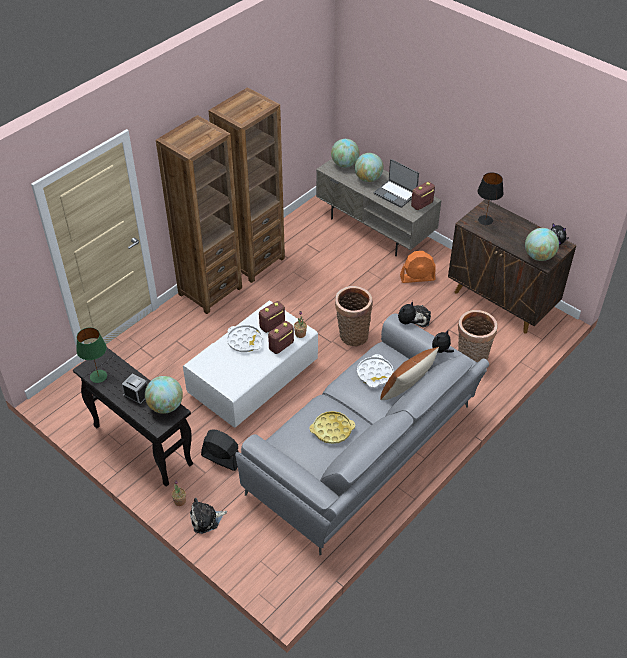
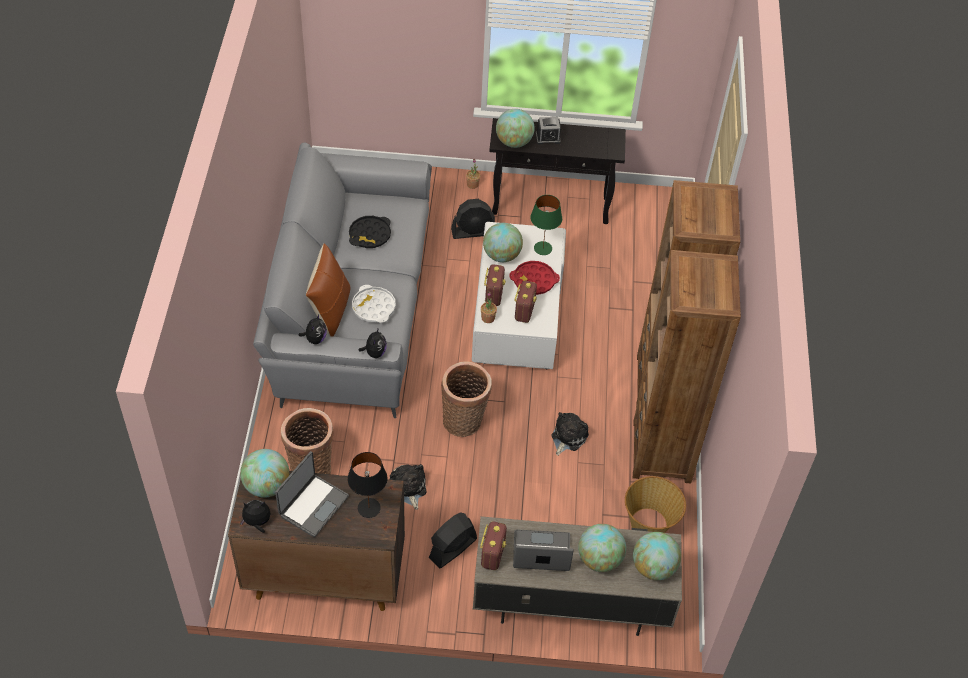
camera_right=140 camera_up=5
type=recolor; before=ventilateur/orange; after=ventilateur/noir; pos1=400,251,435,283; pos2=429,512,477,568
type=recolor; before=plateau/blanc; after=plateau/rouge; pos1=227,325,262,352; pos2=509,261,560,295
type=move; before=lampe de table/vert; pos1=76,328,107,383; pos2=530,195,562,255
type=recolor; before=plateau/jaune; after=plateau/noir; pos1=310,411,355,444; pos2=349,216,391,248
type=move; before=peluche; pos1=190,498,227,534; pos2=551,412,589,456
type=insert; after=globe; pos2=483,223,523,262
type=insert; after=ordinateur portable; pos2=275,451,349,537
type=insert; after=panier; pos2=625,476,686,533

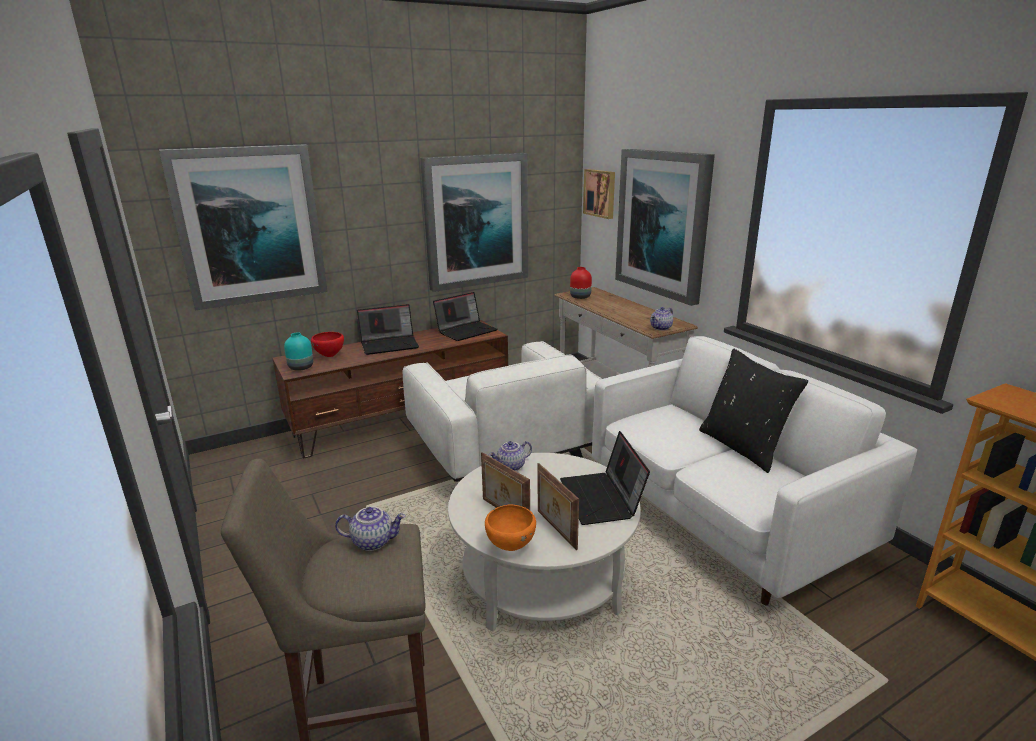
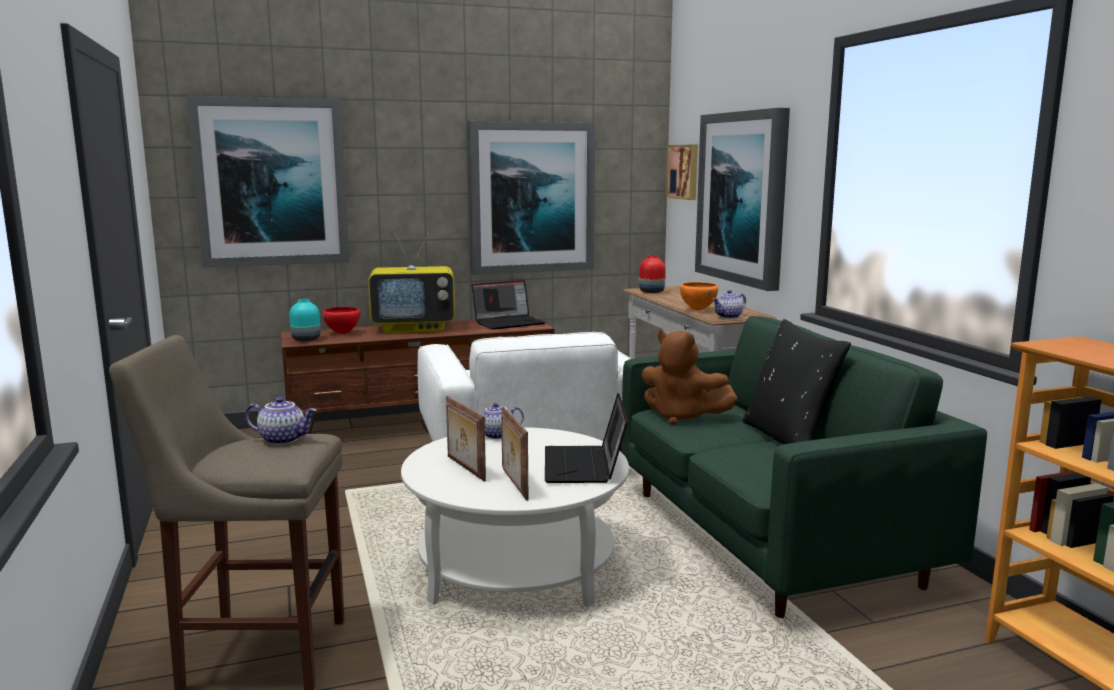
camera_right=10 camera_up=-10
type=replace; before=ordinateur portable; after=téléviseur; pos1=357,304,419,355; pos2=368,233,455,333
type=recolor; before=canapé/blanc; after=canapé/vert; pos1=592,336,917,605; pos2=621,316,987,618
type=move; before=bol/orange; pos1=485,505,536,551; pos2=680,282,718,310
type=insert; after=peluche/marron; pos2=642,330,738,425

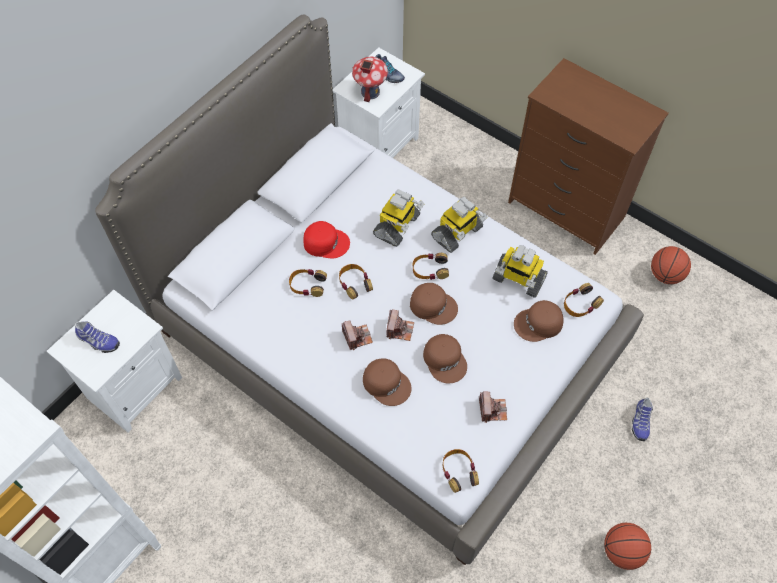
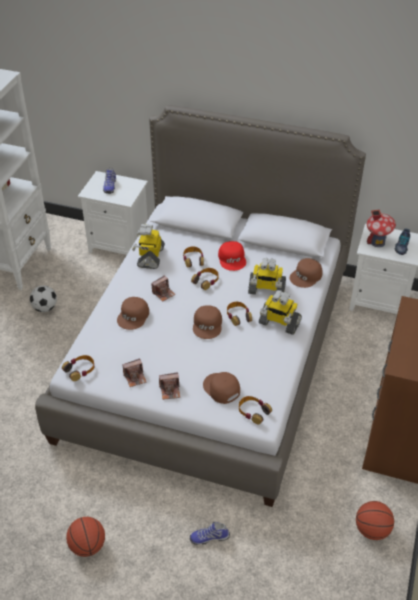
camera_right=70 camera_up=-15
type=move; before=robot jouet; pos1=492,245,548,298; pos2=132,224,165,269
type=move; before=appareil photo; pos1=387,309,414,341; pos2=159,372,180,400
type=move; before=casquette/marron; pos1=423,334,467,383; pos2=290,258,323,288
type=insert; after=ballon de foot; pos2=30,285,57,312

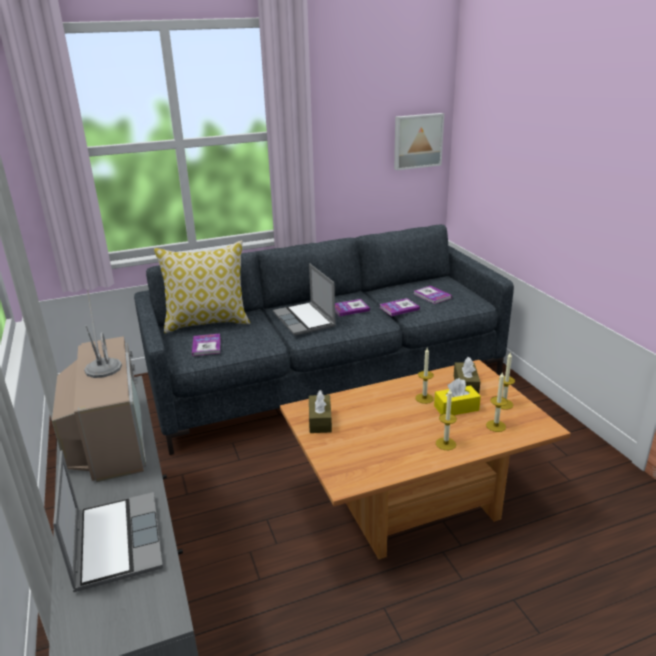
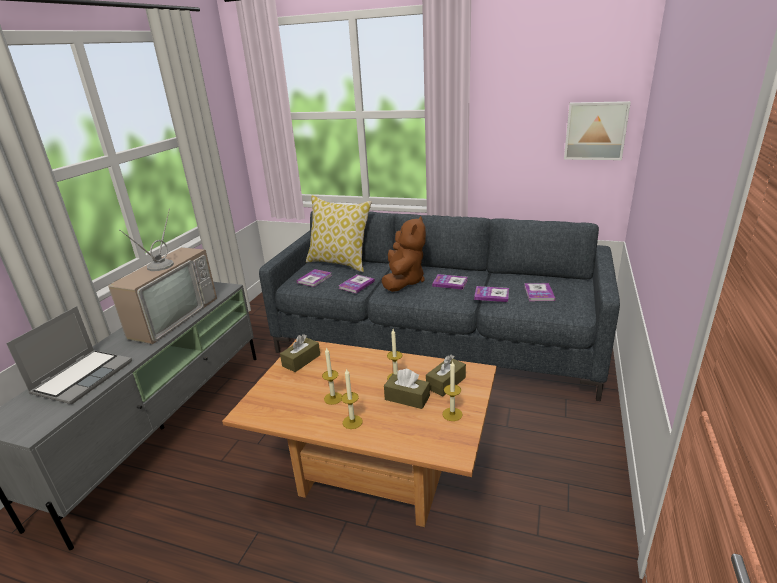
camera_right=40 camera_up=0
type=replace; before=ordinateur portable; after=peluche/marron; pos1=273,263,336,336; pos2=382,216,426,292
type=move; before=bougie; pos1=486,371,508,432; pos2=322,347,342,405
type=recolor; before=boîte à mouchoirs/jaune; after=boîte à mouchoirs/marron; pos1=434,378,481,415; pos2=384,369,430,409
type=insert; after=livre; pos2=339,275,375,293

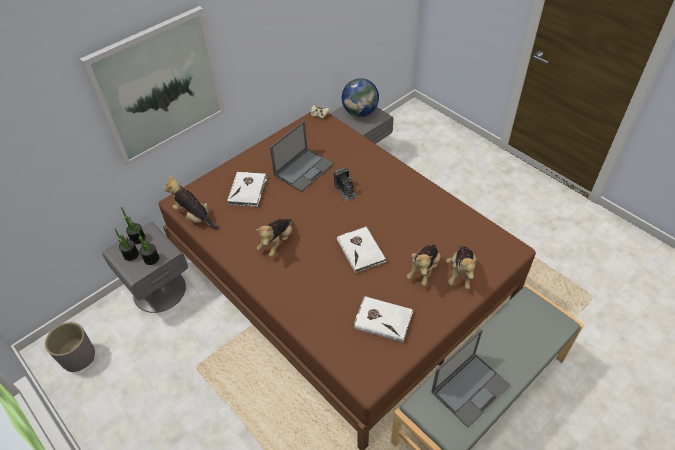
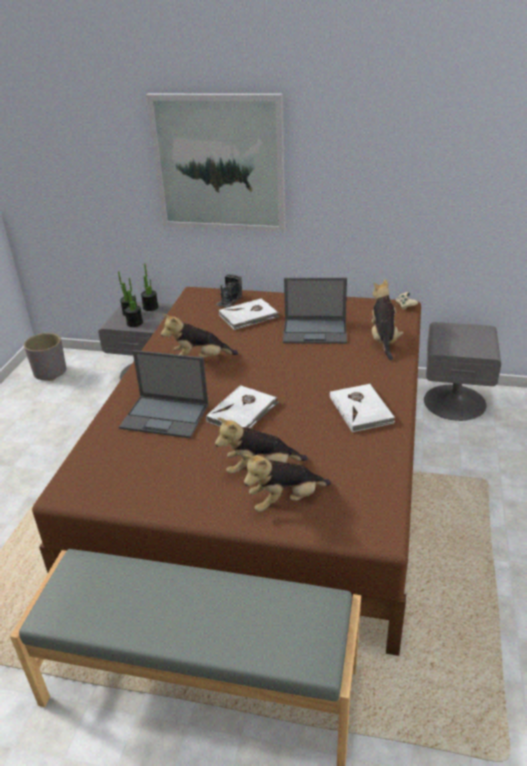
camera_right=55 camera_up=-15
type=delete; before=globe; pos1=342,78,379,117
type=move; before=appareil photo; pos1=334,167,358,201; pos2=216,274,242,308
type=move; before=peluche; pos1=163,175,219,229; pos2=372,279,404,361
type=move; before=livre/blanc; pos1=354,296,413,343; pos2=330,384,395,432
type=move; before=ordinateur portable; pos1=431,329,511,427; pos2=119,350,209,438

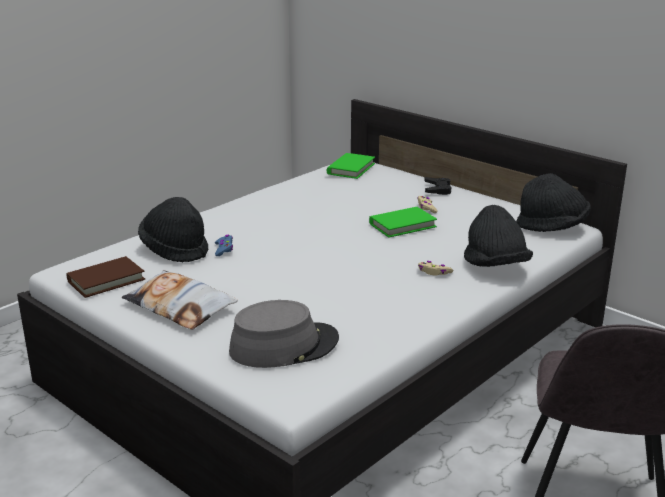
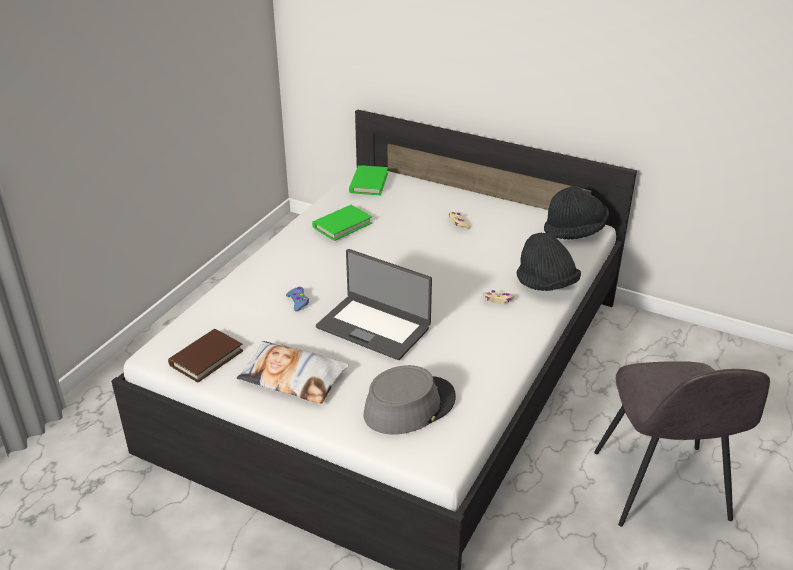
camera_right=-15 camera_up=10
type=delete; before=manette/noir; pos1=424,177,452,195
type=delete; before=chapeau/noir; pos1=138,197,208,262
type=move; before=livre/vert; pos1=369,207,437,238; pos2=312,205,372,241
type=insert; after=ordinateur portable; pos2=316,249,432,360

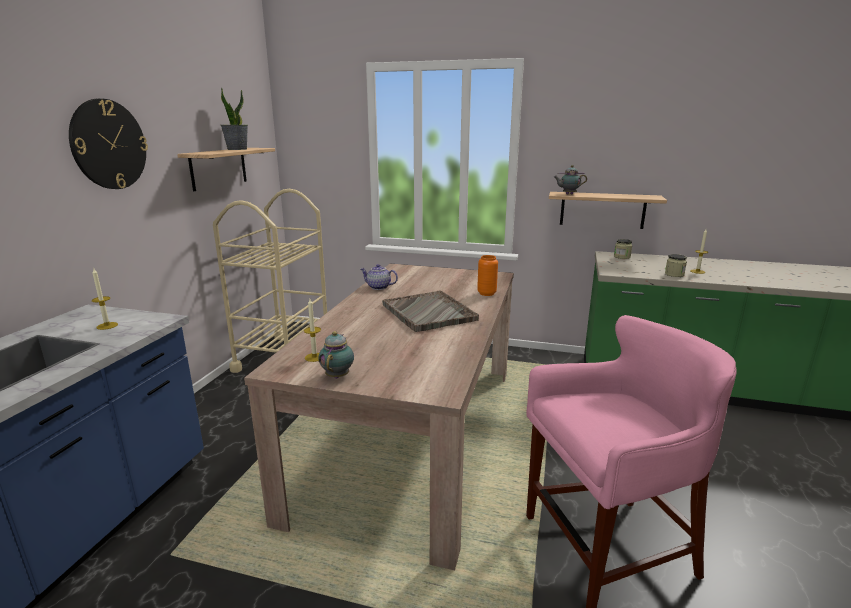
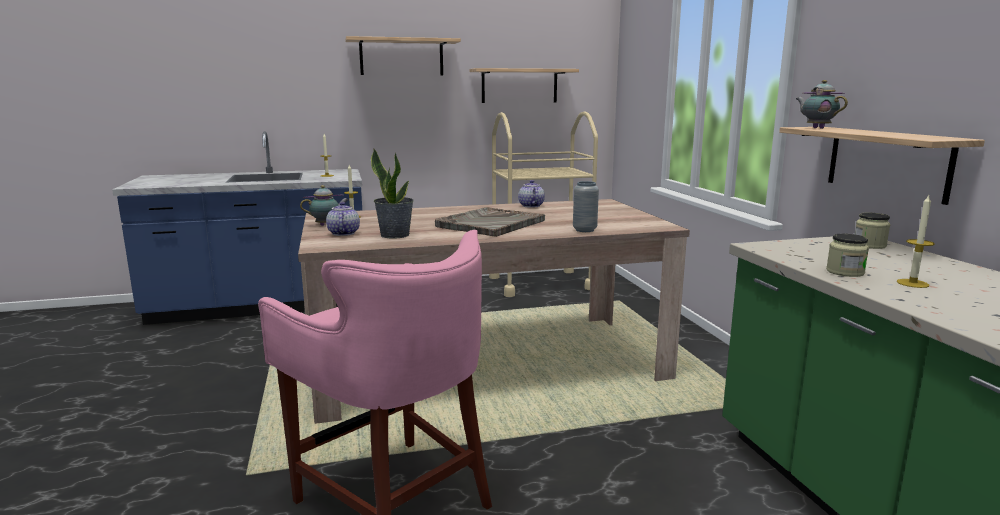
camera_right=60 camera_up=-5
type=move; before=plante en pot; pos1=221,87,248,150; pos2=371,148,414,239
type=replace; before=horloge murale; after=étagère; pos1=69,99,148,189; pos2=345,36,461,75
type=recolor; before=vase/orange; after=vase/gris; pos1=477,255,498,296; pos2=573,181,599,232
type=insert; after=théière; pos2=326,202,360,236

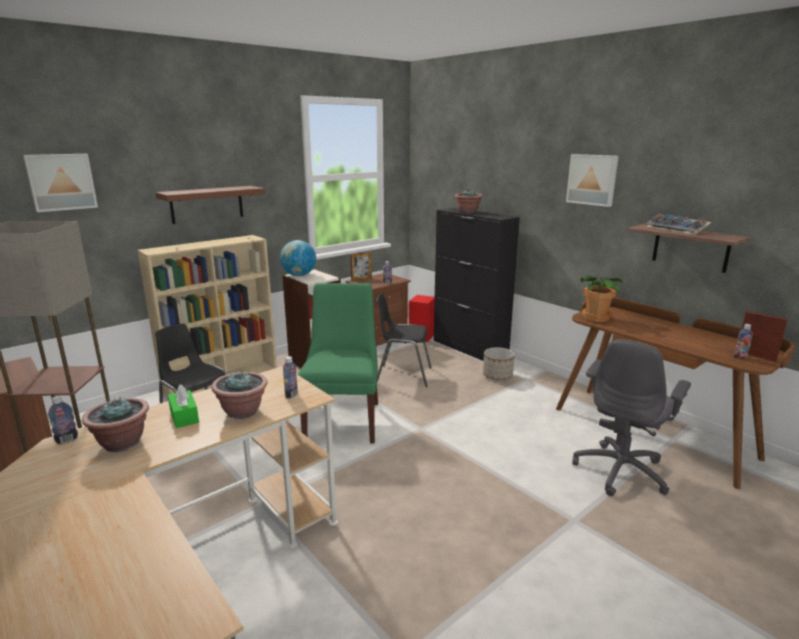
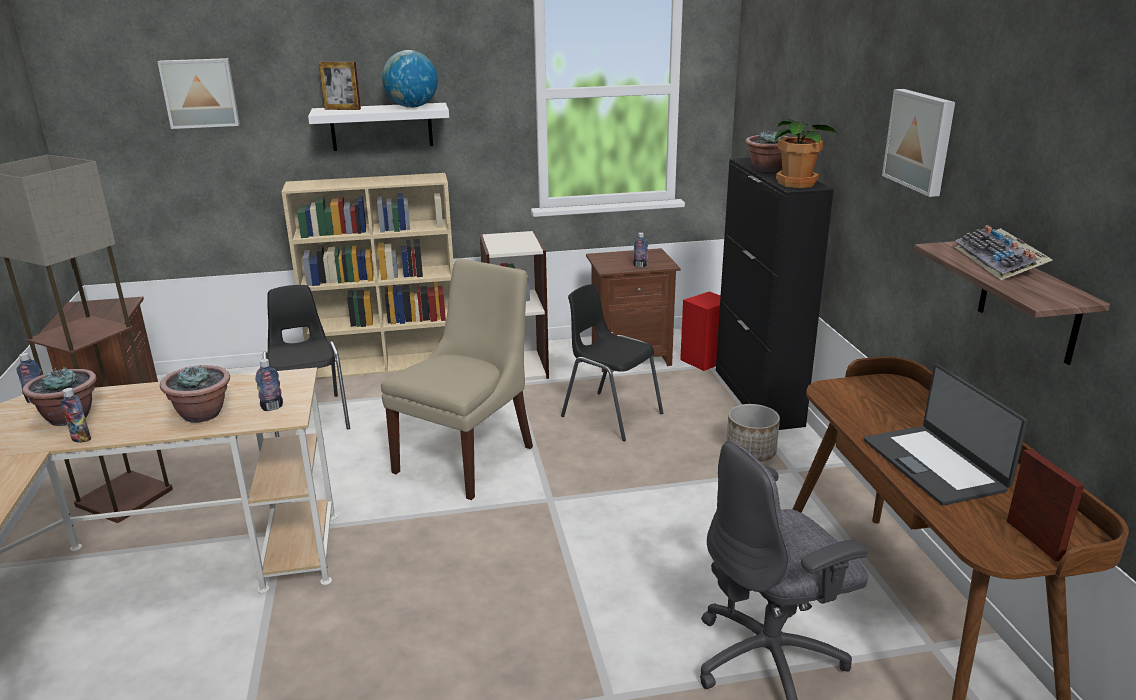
camera_right=30 camera_up=5
type=recolor; before=étagère/marron; after=étagère/blanc; pos1=155,186,265,224; pos2=308,103,449,151
type=move; before=globe; pos1=280,240,316,276; pos2=382,50,438,108
type=move; before=cadre photo; pos1=350,252,372,281; pos2=319,61,361,110
type=move; before=plante en pot; pos1=580,276,623,322; pos2=775,119,837,188
type=recolor; before=chaise/vert; after=chaise/beige; pos1=298,283,378,443; pos2=381,258,533,500
type=move; before=bouteille; pos1=734,324,753,359; pos2=61,388,91,443
type=delete; before=boîte à mouchoirs/vert; pos1=168,384,199,428
type=insert; after=ordinateur portable; pos2=864,364,1028,506

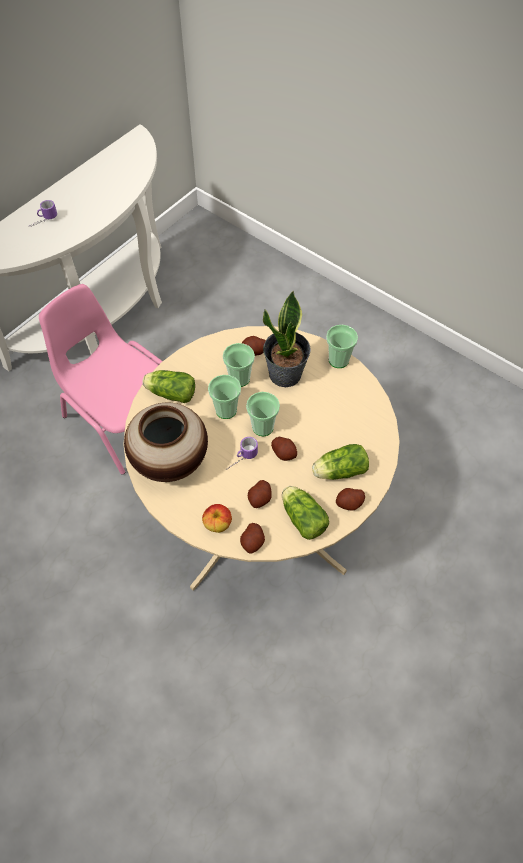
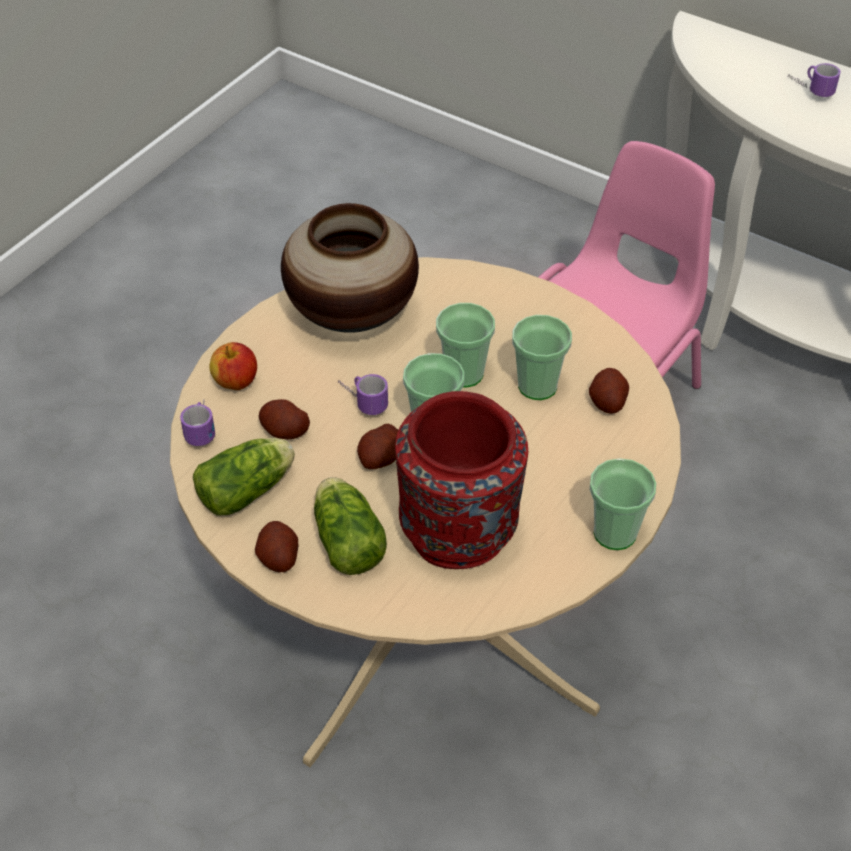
camera_right=85 camera_up=-10
type=delete; before=plante en pot; pos1=263,291,311,387
type=delete; before=laitue; pos1=142,370,195,403
type=replace; before=pomme de terre; after=mug; pos1=240,523,265,554; pos2=180,399,215,446
type=insert; after=vase/rouge; pos2=395,391,528,569

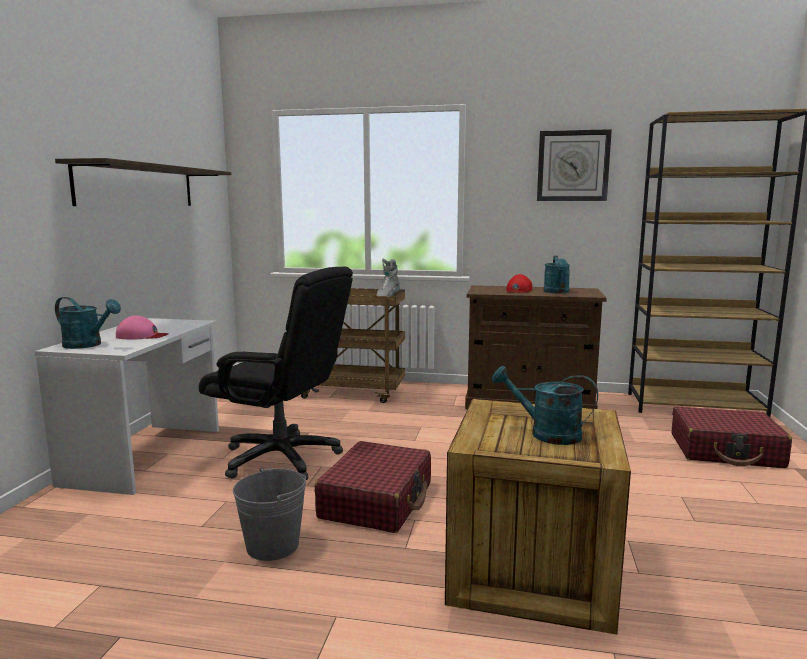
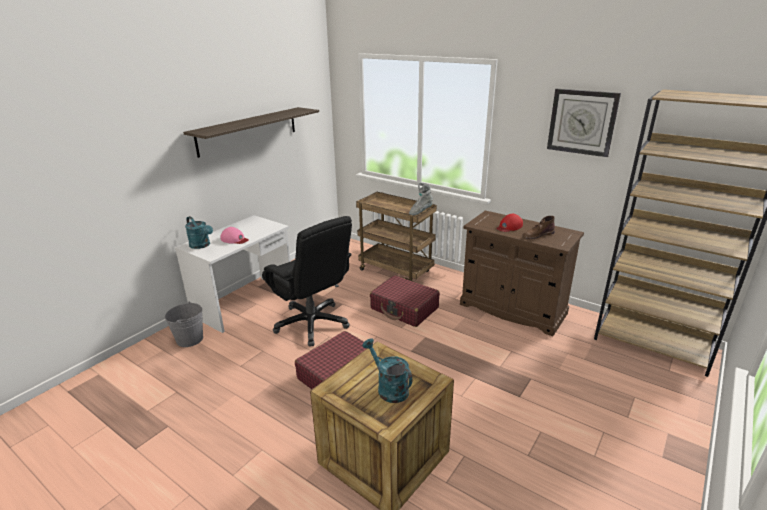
camera_right=25 camera_up=15
type=replace; before=arrosoir/turquoise; after=botte/marron; pos1=544,256,570,293; pos2=522,216,555,239
type=move; before=valise/rouge; pos1=672,406,792,468; pos2=370,275,440,327
type=move; before=seau/gris; pos1=233,468,306,561; pos2=165,302,203,347

